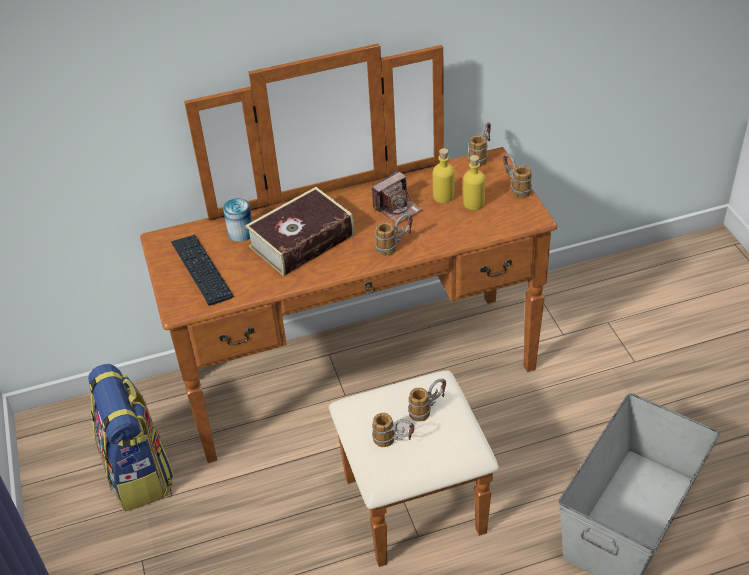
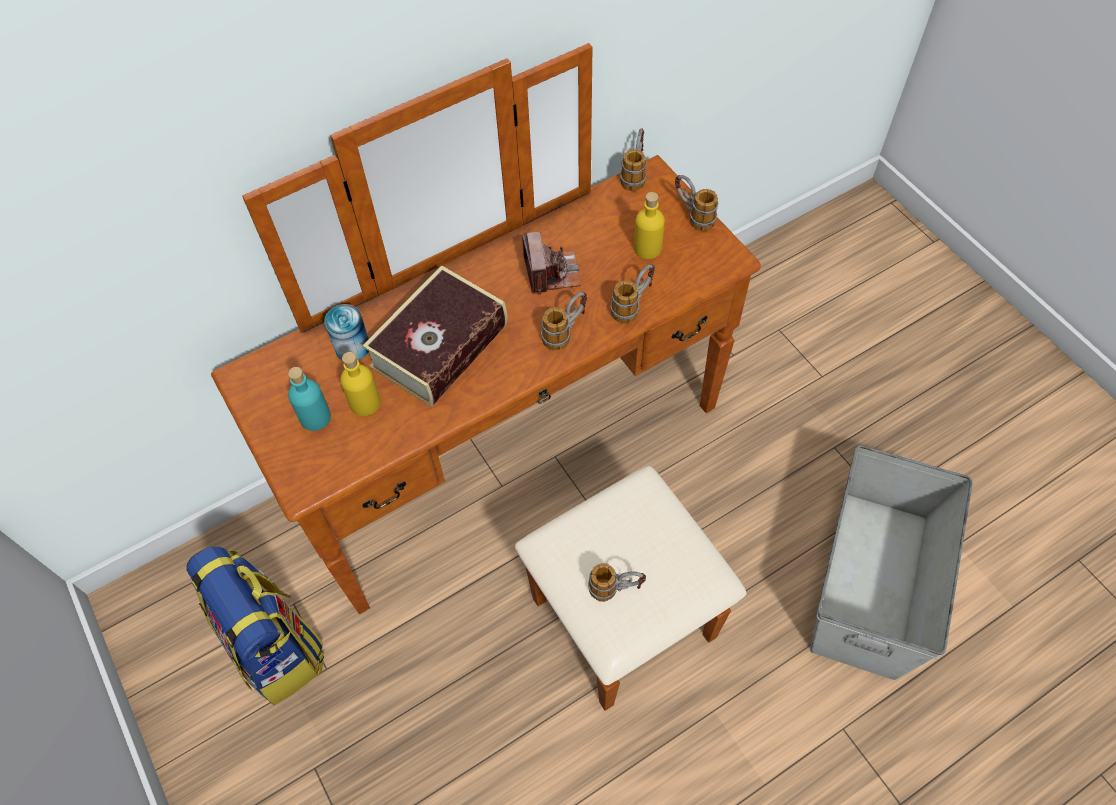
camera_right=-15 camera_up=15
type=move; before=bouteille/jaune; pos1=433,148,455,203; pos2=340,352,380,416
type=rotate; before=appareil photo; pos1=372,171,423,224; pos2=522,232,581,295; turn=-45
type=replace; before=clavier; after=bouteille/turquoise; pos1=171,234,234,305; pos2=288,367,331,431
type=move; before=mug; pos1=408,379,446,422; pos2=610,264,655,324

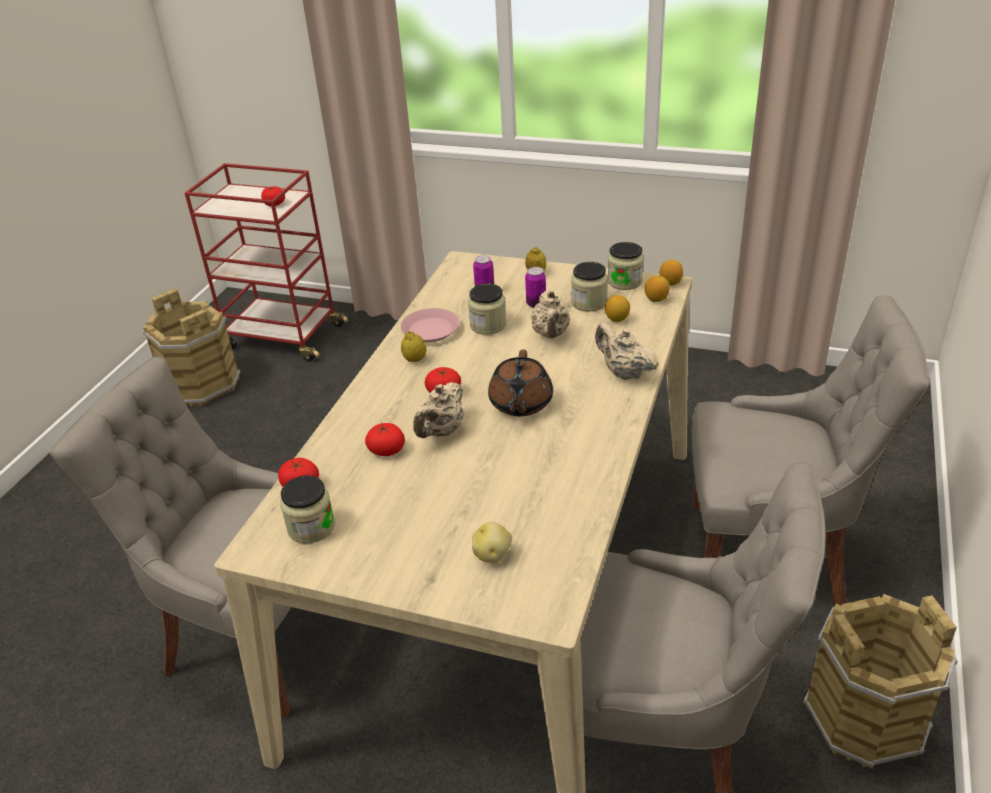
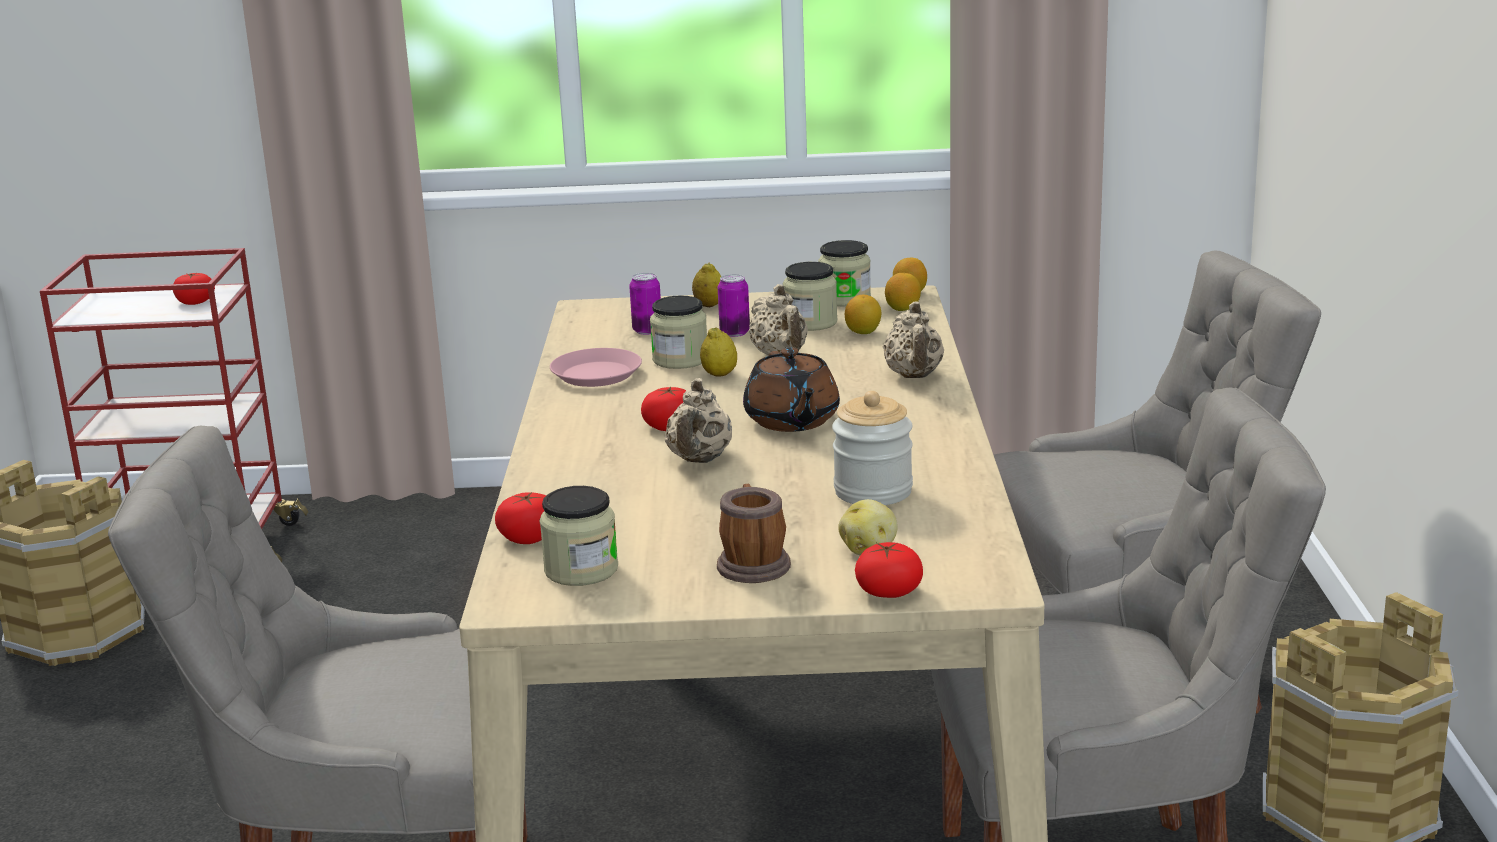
camera_right=-20 camera_up=-15
type=rotate; before=théière/beige; pos1=595,323,659,380; pos2=883,301,944,378; turn=-120
type=move; before=citron; pos1=401,331,426,362; pos2=700,327,737,376
type=move; before=tomate; pos1=365,422,405,456; pos2=855,542,923,598
type=insert; after=bocal; pos2=832,391,913,505
type=insert; after=mug; pos2=717,484,791,583

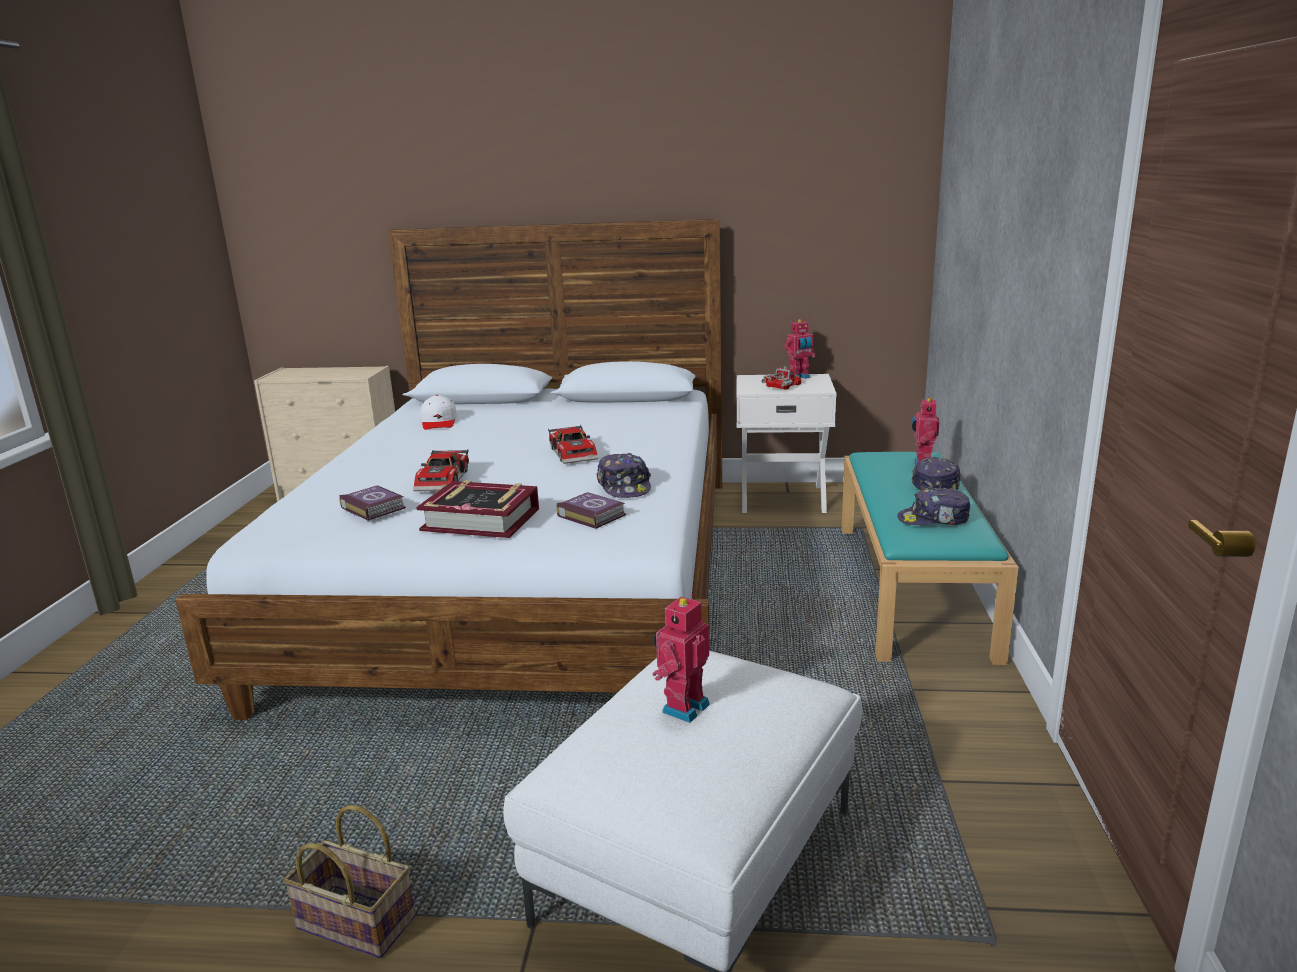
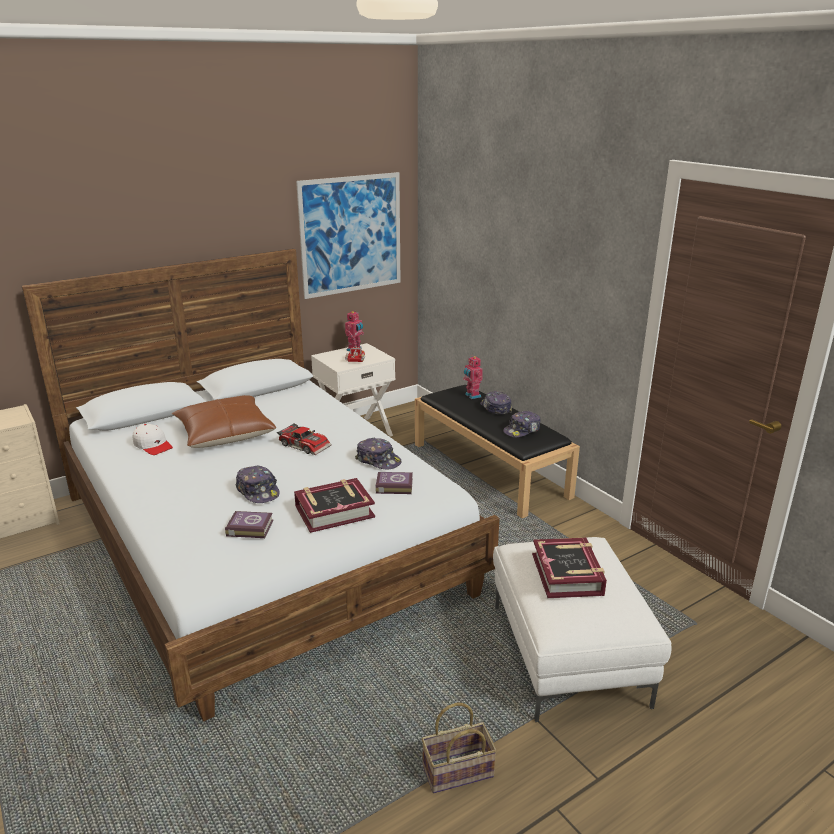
camera_right=-40 camera_up=5
type=replace; before=petite voiture; after=casquette; pos1=413,450,469,491; pos2=235,466,280,503
type=recolor; before=banc/turquoise; after=banc/noir; pos1=842,452,1019,665; pos2=415,385,580,518
type=replace; before=robot jouet; after=livre; pos1=652,594,710,723; pos2=532,538,607,598
type=insert; after=tableau; pos2=296,172,400,299
type=insert; after=coussin/marron; pos2=172,395,277,448

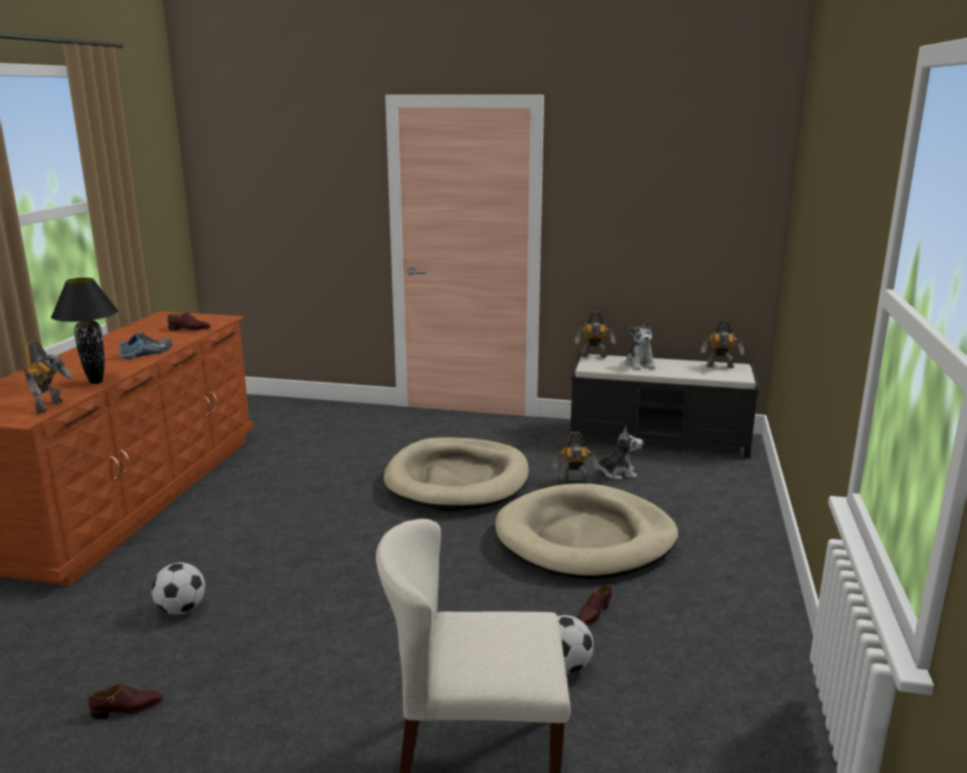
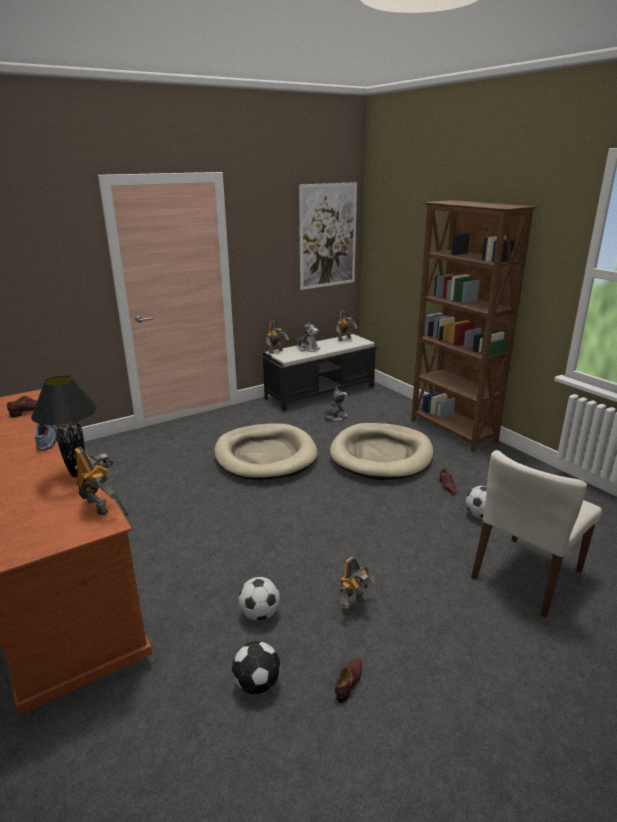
camera_right=-45 camera_up=5
type=move; before=robot jouet; pos1=553,432,599,483; pos2=339,556,376,614
type=insert; after=tableau; pos2=299,182,357,290
type=insert; after=bibliothèque/marron; pos2=411,200,537,452
type=insert; after=ballon de foot; pos2=232,641,280,694

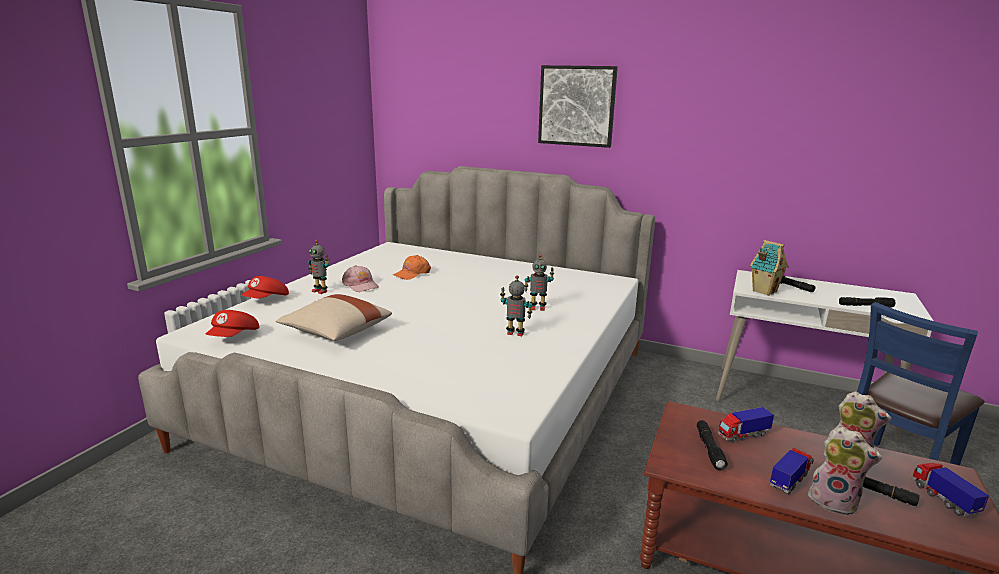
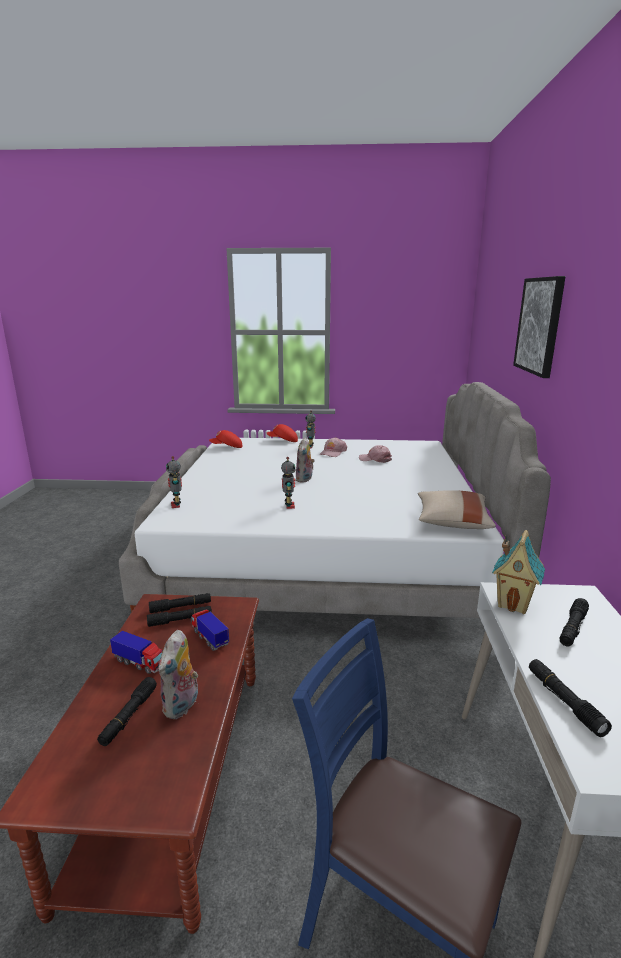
camera_right=70 camera_up=0
type=recolor; before=casquette/orange; after=casquette/rose; pos1=393,255,431,280; pos2=359,445,392,463
type=move; before=robot jouet; pos1=524,255,554,311; pos2=166,456,182,508
type=move; before=coussin/beige; pos1=276,294,392,341; pos2=418,490,496,529
type=move; before=peluche; pos1=808,427,882,516; pos2=296,438,315,483
type=delete; before=camion jouet; pos1=912,463,989,516
type=insert; after=lampe de poche/noir; pos2=149,593,211,613

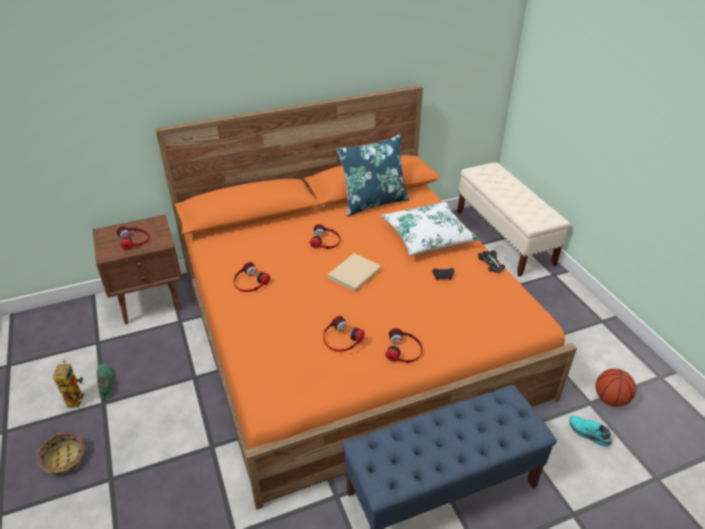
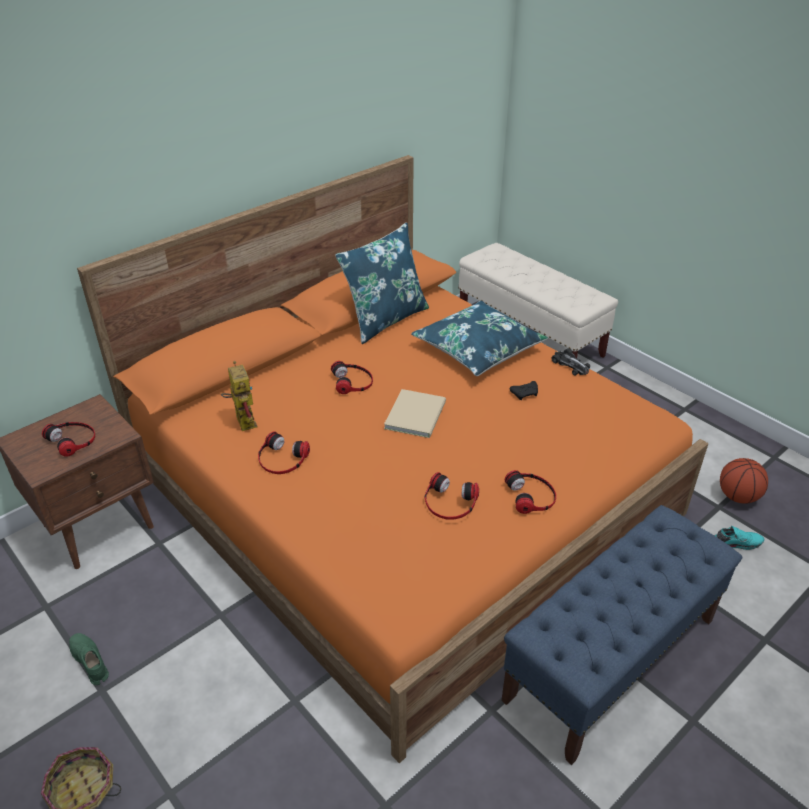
camera_right=-20 camera_up=0
type=recolor; before=coussin/blanc; after=coussin/bleu; pos1=381,202,480,256; pos2=411,301,548,376
type=move; before=robot jouet; pos1=53,360,84,408; pos2=221,361,258,431
type=rotate; before=chaussure/turquoise; pos1=569,416,612,447; pos2=714,526,764,550; turn=150

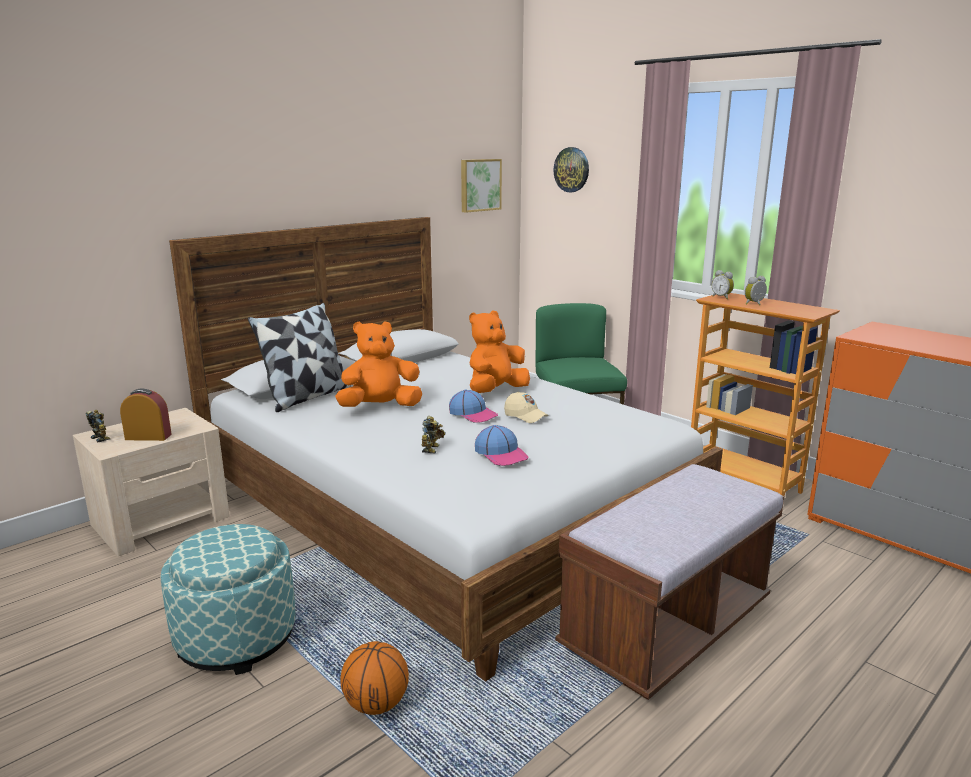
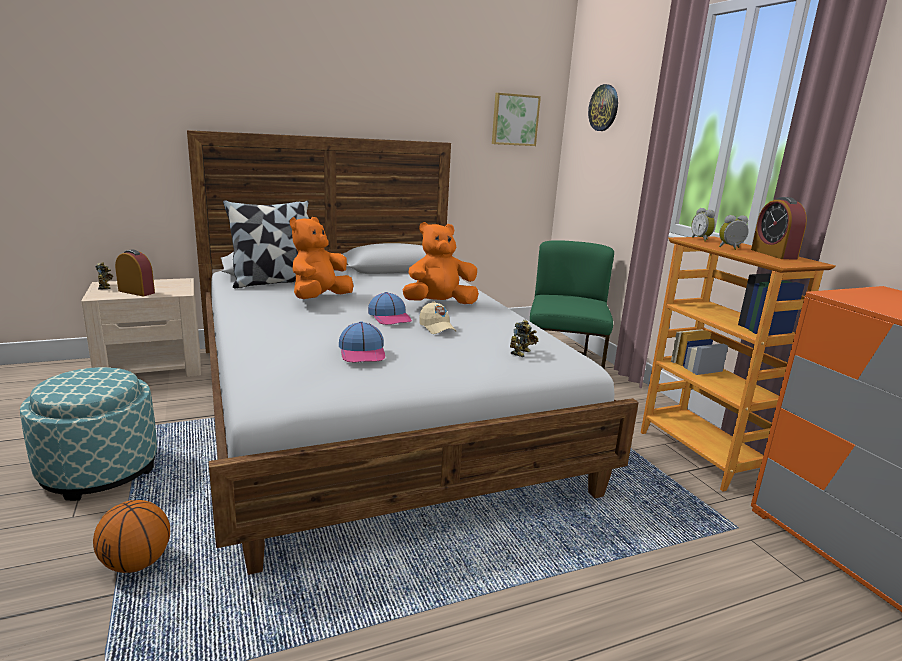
camera_right=20 camera_up=0
type=rotate; before=peluche/orange; pos1=335,321,422,407; pos2=290,217,354,299; turn=-60
type=move; before=robot jouet; pos1=422,416,445,454; pos2=510,320,538,357
type=delete; before=banc/marron; pos1=555,464,784,700
type=insert; after=réveil; pos2=751,197,807,259

